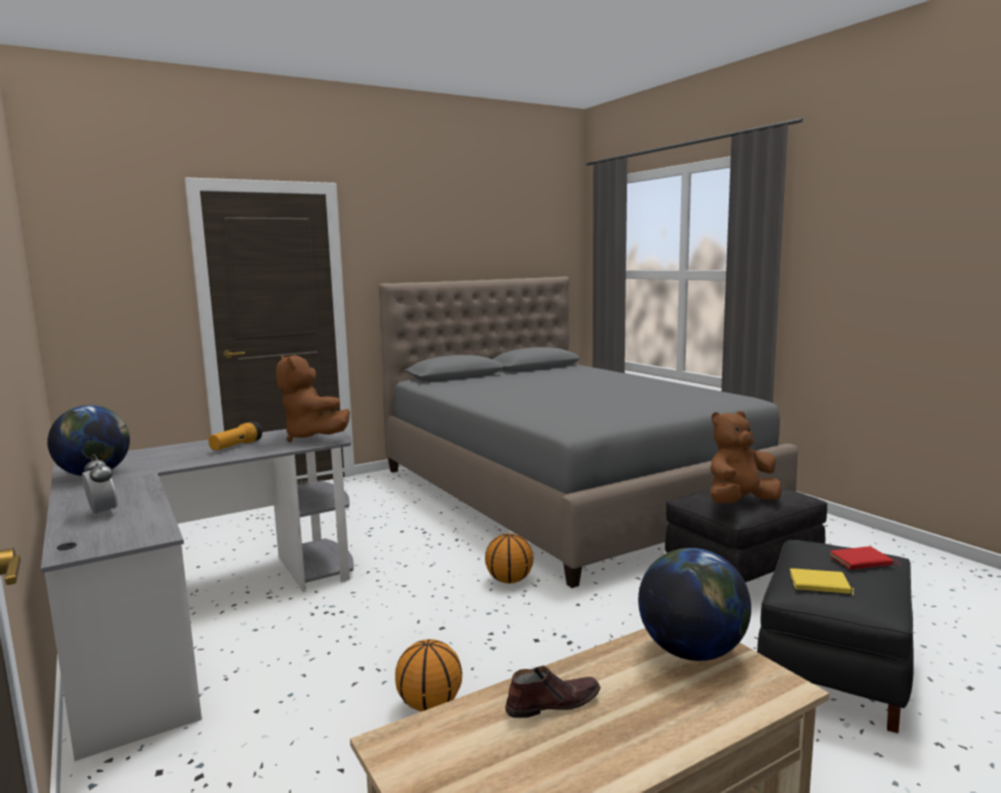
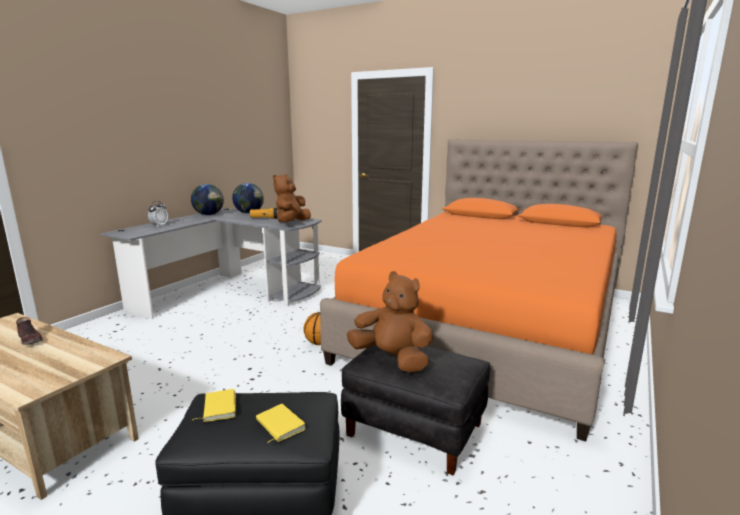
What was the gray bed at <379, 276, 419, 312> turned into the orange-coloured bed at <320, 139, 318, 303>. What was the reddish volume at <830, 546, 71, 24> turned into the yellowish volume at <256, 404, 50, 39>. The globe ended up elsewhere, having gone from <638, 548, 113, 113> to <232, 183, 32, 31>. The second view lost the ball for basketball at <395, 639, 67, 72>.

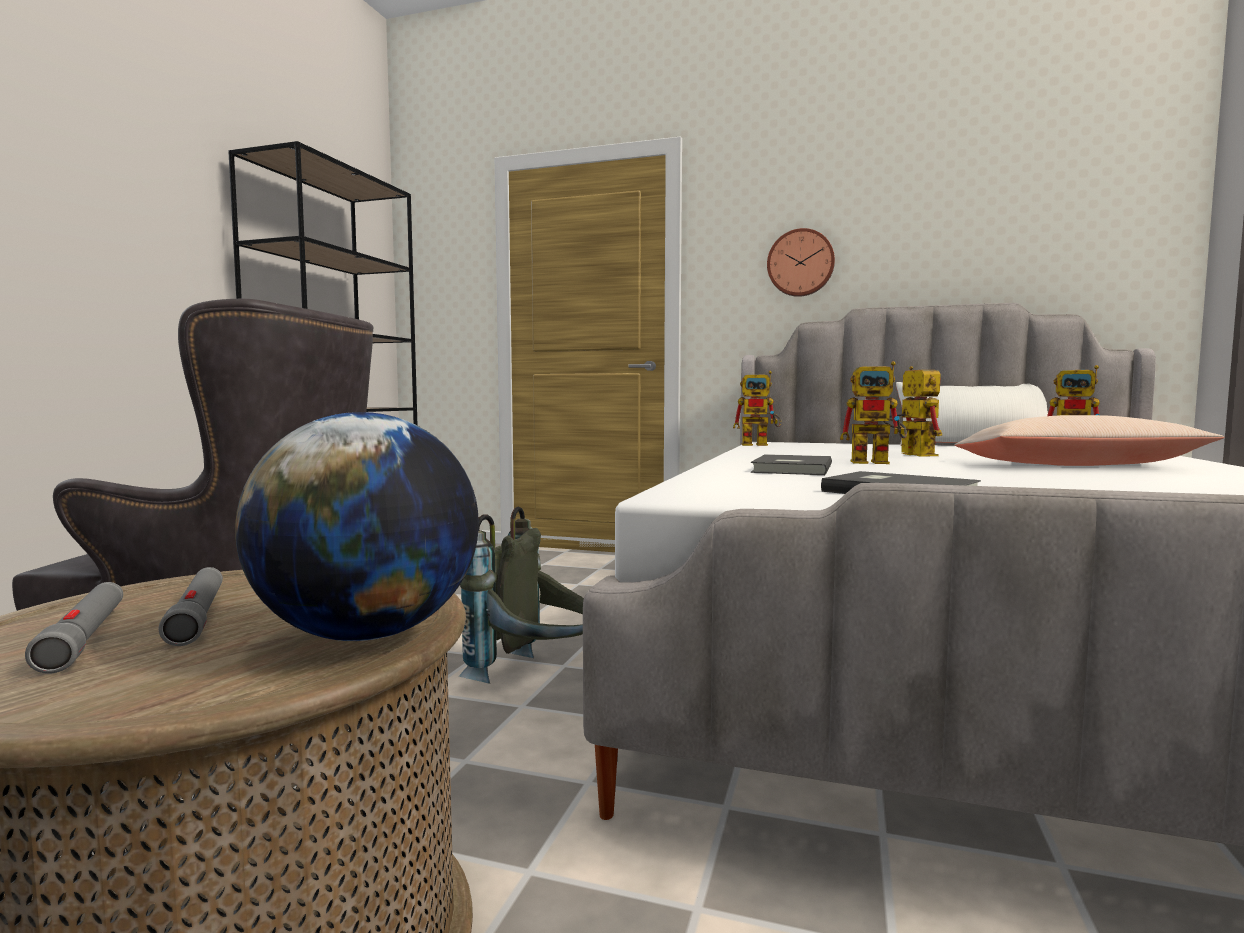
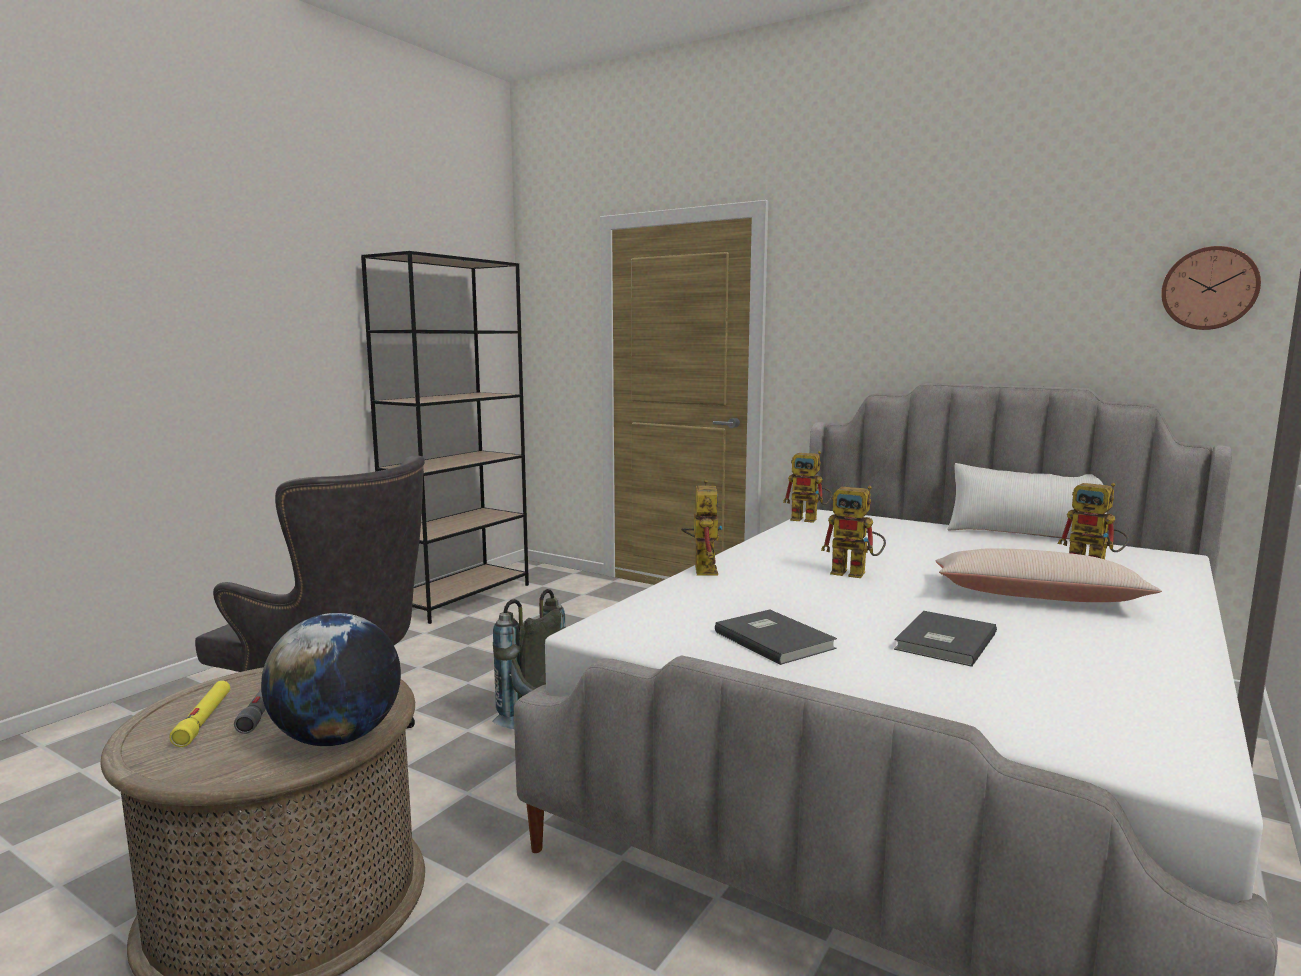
The wall clock ended up elsewhere, having gone from <767, 228, 68, 69> to <1161, 246, 100, 84>. The model robot ended up elsewhere, having gone from <883, 366, 59, 91> to <681, 480, 42, 96>. The gray volume ended up elsewhere, having gone from <751, 454, 81, 21> to <894, 611, 103, 56>. What was the gray hand torch at <25, 582, 98, 92> turned into the yellowish hand torch at <169, 681, 61, 66>.

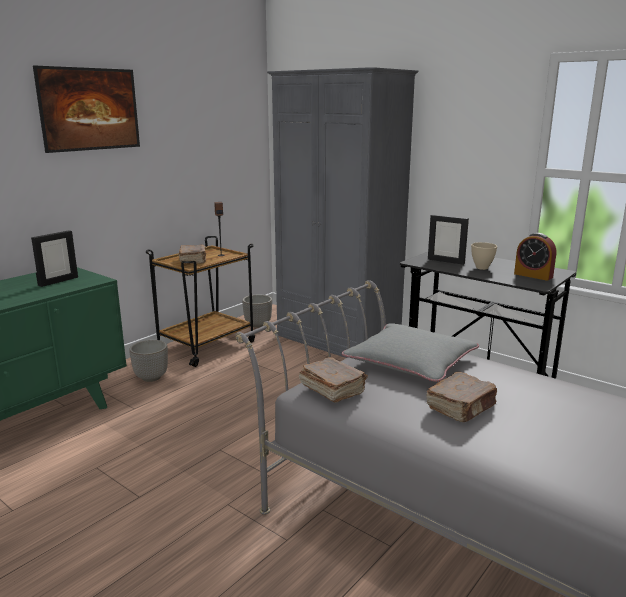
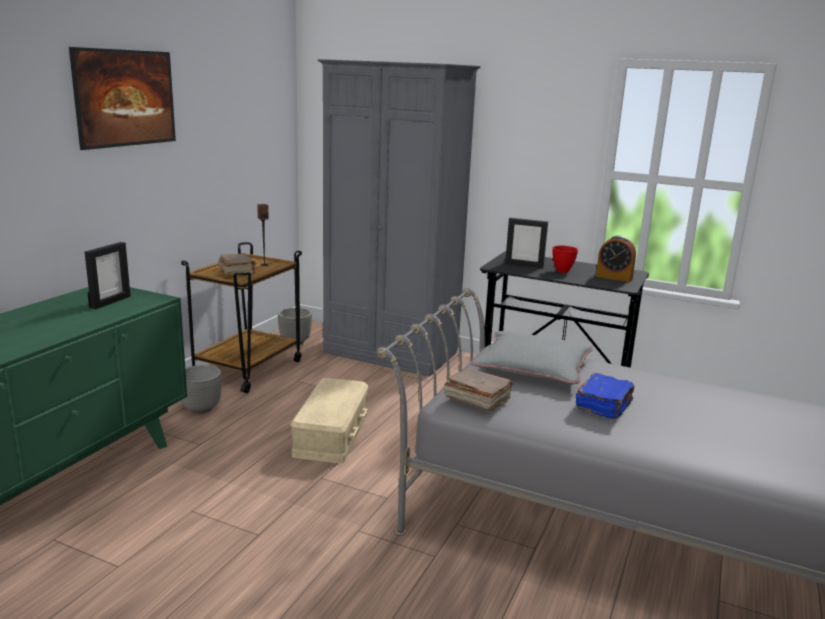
What was the sand-coloured deep dish at <471, 242, 26, 28> turned into the reddish deep dish at <552, 245, 26, 28>. What was the brownish volume at <426, 372, 71, 50> turned into the blue volume at <576, 373, 58, 46>. The second view gained the sand-coloured storage bin at <290, 378, 78, 85>.

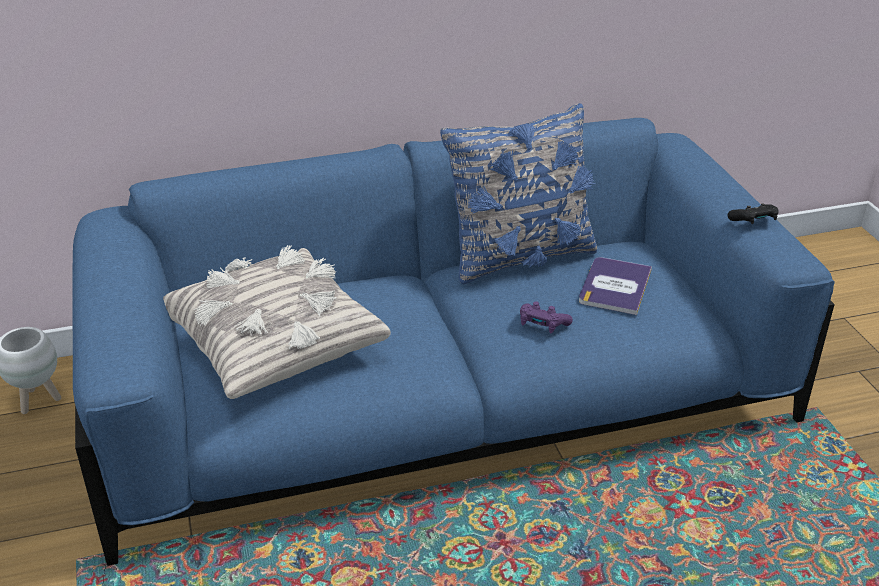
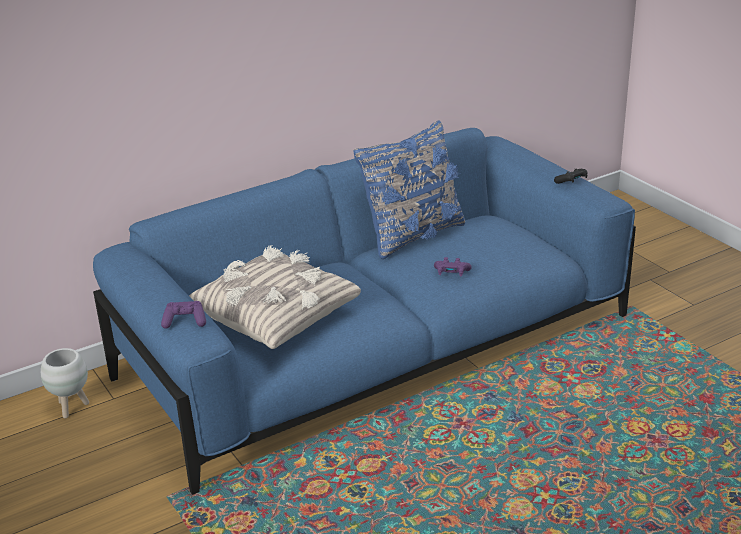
The second view lost the volume at <579, 257, 73, 58>. The second view gained the purple-coloured joypad at <161, 301, 45, 28>.

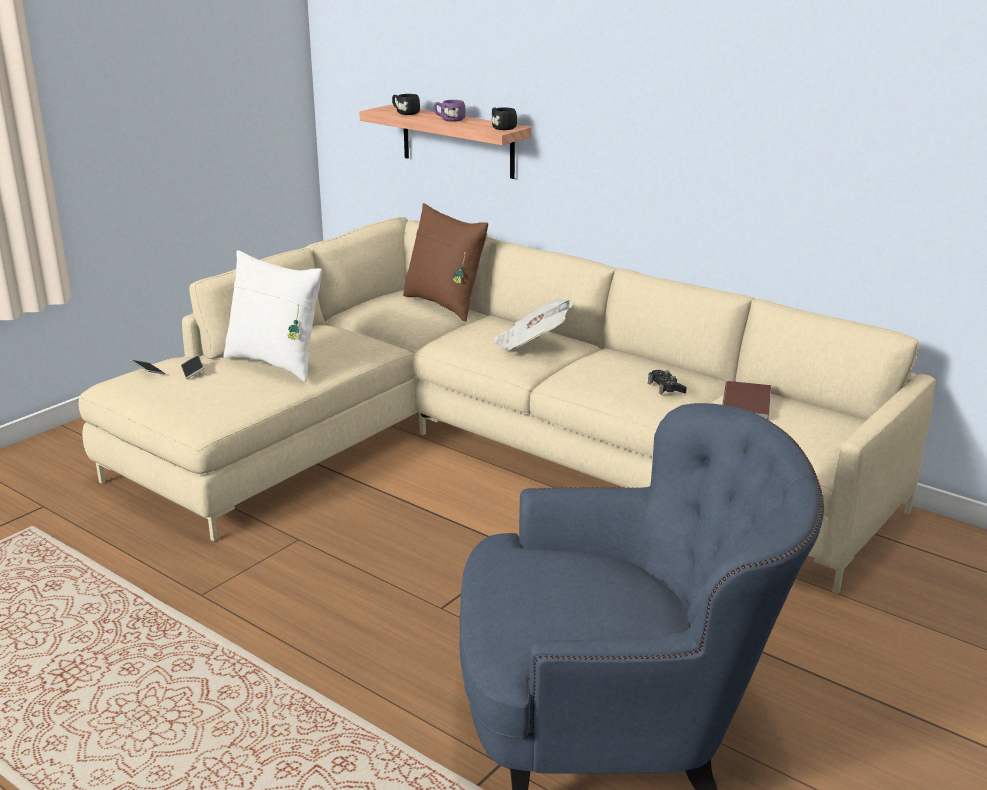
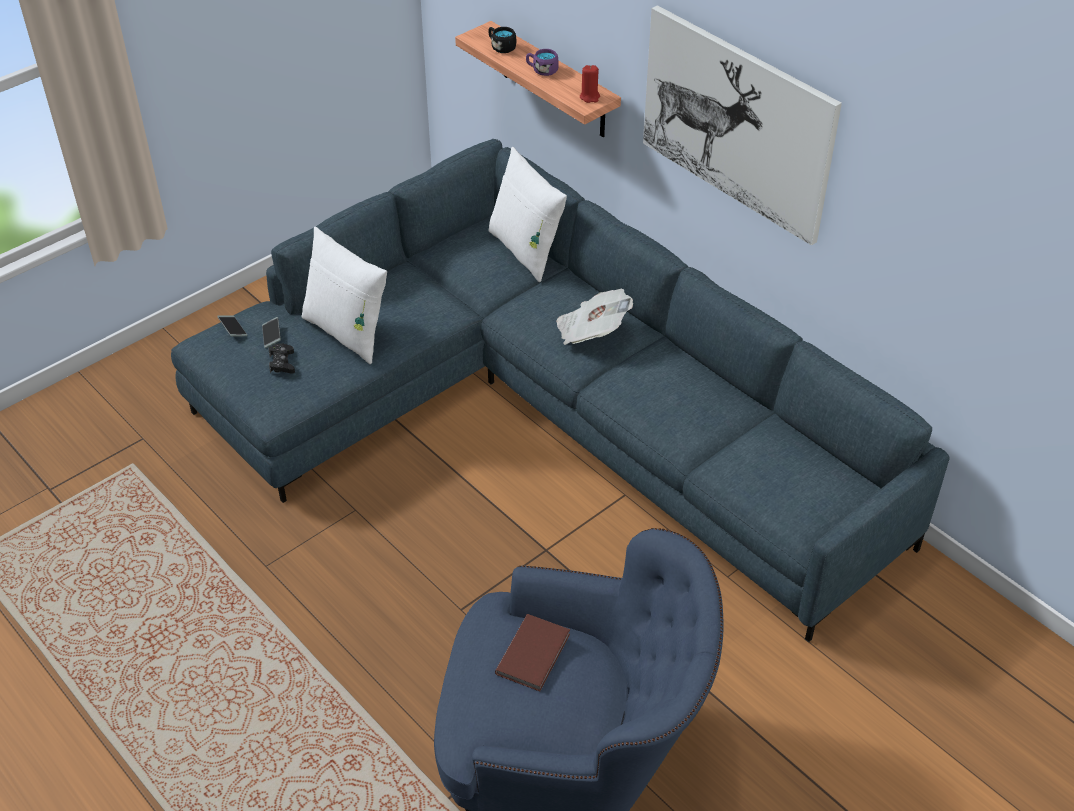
Where the black mug stood at <492, 107, 25, 23>, the reddish candle came to stand at <580, 65, 20, 38>. What was the brownish pillow at <403, 203, 85, 119> turned into the white-coloured pillow at <488, 147, 79, 135>. What was the sand-coloured sofa at <79, 217, 857, 377> turned into the blue sofa at <171, 139, 778, 504>. The black joypad ended up elsewhere, having gone from <648, 370, 39, 25> to <269, 343, 26, 30>. The brownish volume ended up elsewhere, having gone from <722, 381, 49, 39> to <495, 614, 75, 77>. The second view gained the picture at <643, 5, 199, 241>.

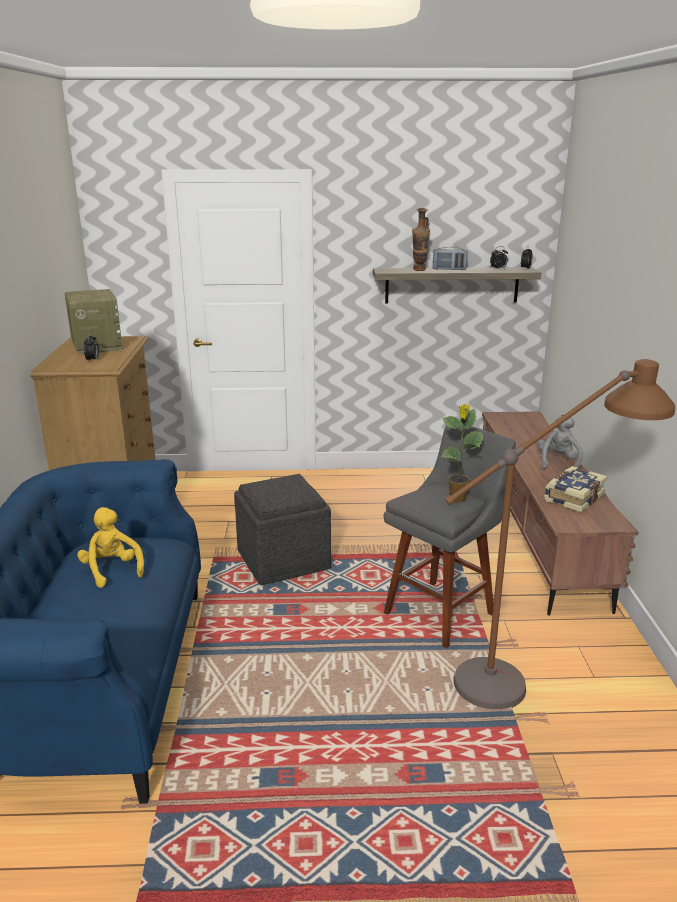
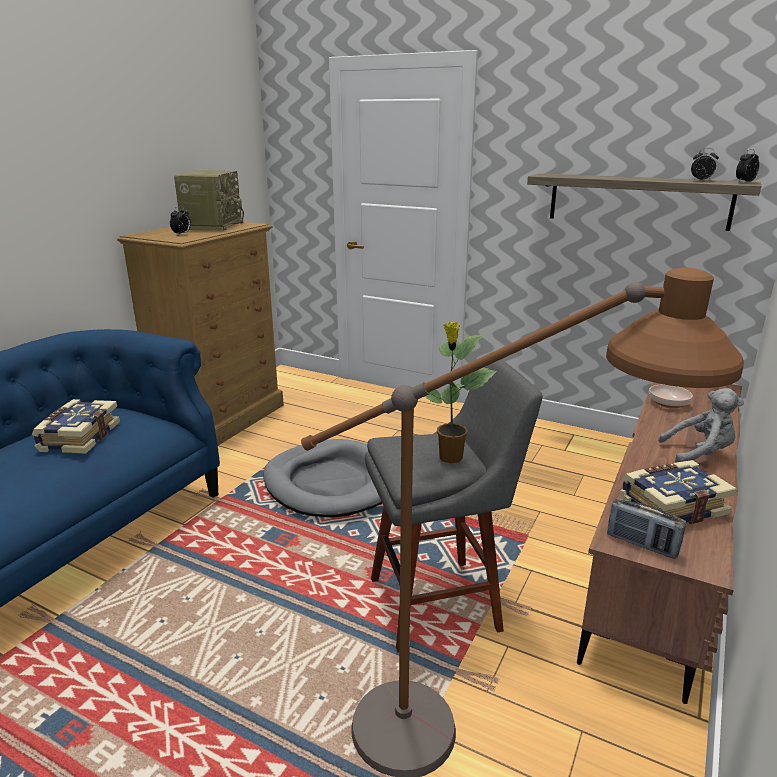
The second view lost the vase at <412, 208, 18, 63>. The radio receiver ended up elsewhere, having gone from <433, 247, 35, 23> to <607, 498, 79, 61>. The gray soft toy at <537, 414, 46, 55> ended up facing another way, 45 degrees clockwise from before. Where the gray ottoman stood at <234, 474, 97, 111>, the gray dog bed came to stand at <264, 439, 119, 78>. Where the yellowish soft toy stood at <77, 507, 67, 81>, the volume came to stand at <32, 399, 88, 55>. The second view gained the deep dish at <649, 384, 44, 25>.

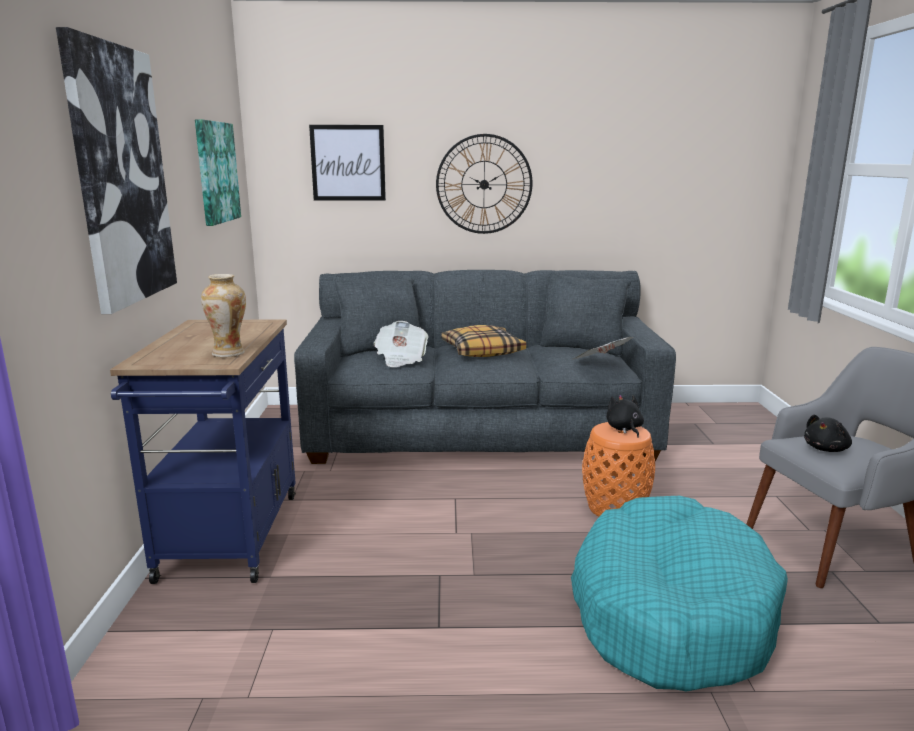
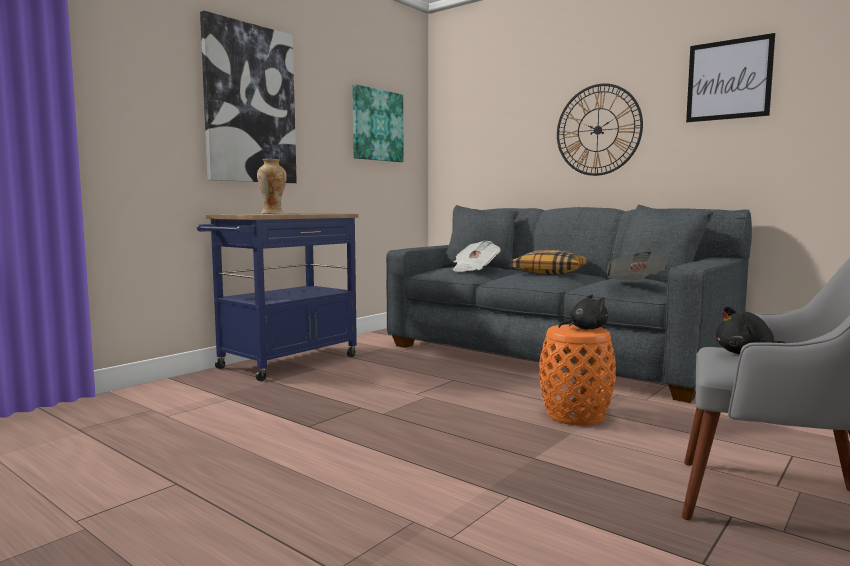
The picture ended up elsewhere, having gone from <309, 125, 77, 76> to <686, 33, 89, 89>. The black soft toy at <606, 395, 38, 43> ended up facing another way, 45 degrees clockwise from before. The second view lost the turquoise-coloured dog bed at <571, 496, 217, 196>.

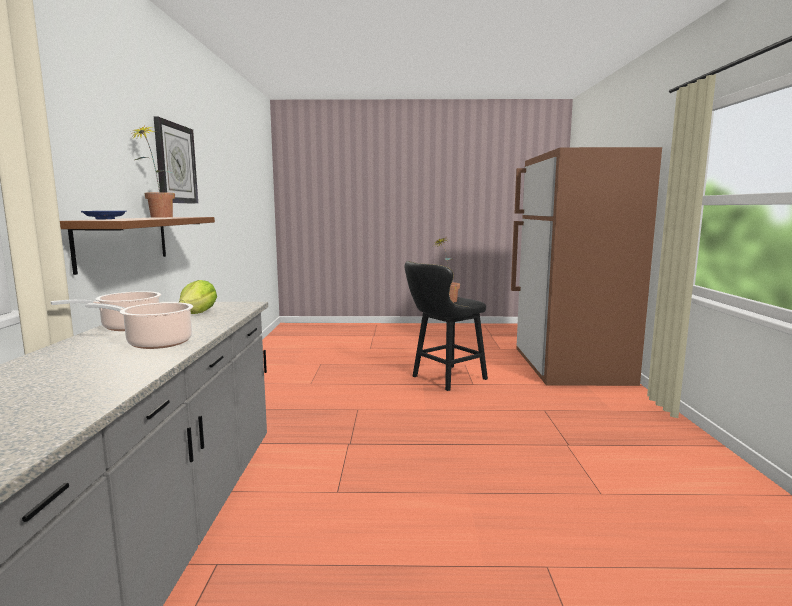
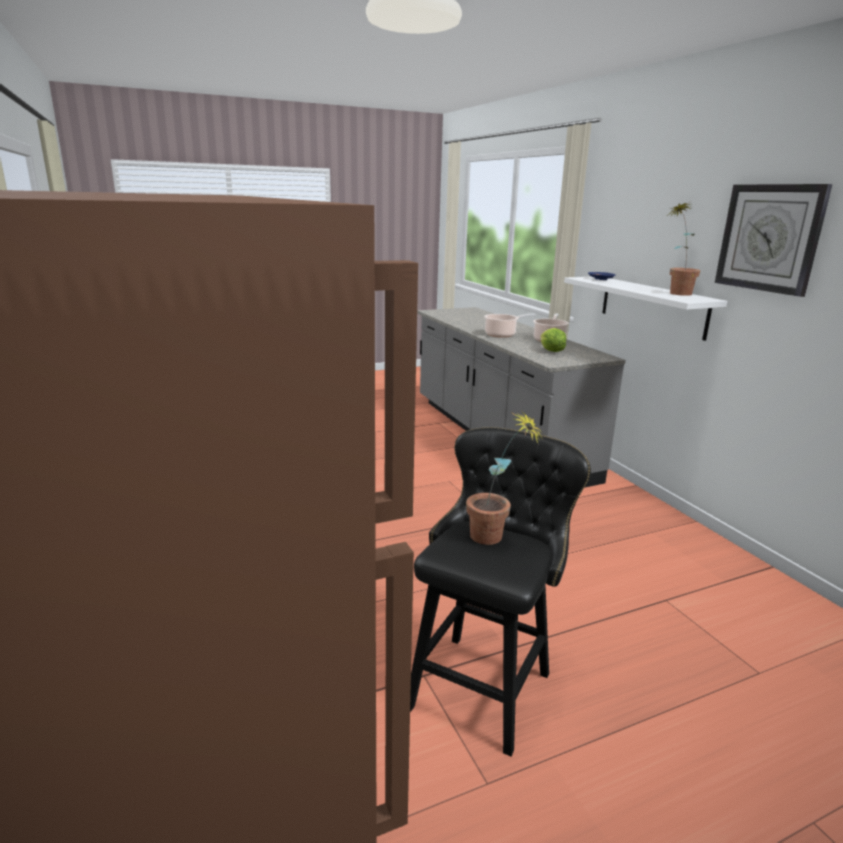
What was the brownish bracket shelf at <60, 217, 155, 58> turned into the white-coloured bracket shelf at <564, 277, 163, 64>.

